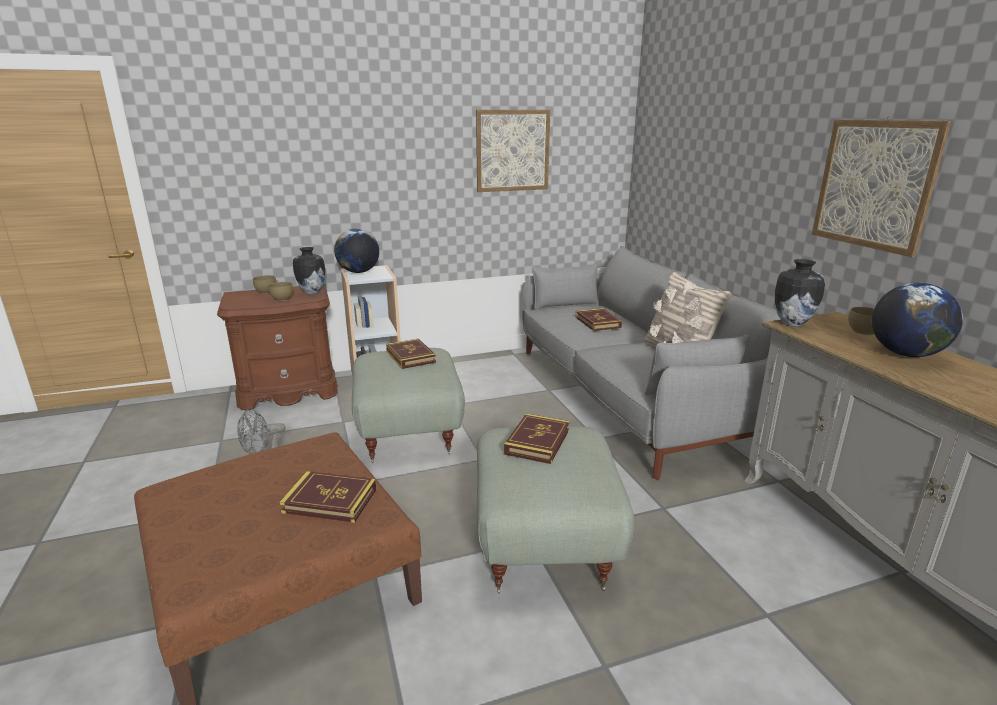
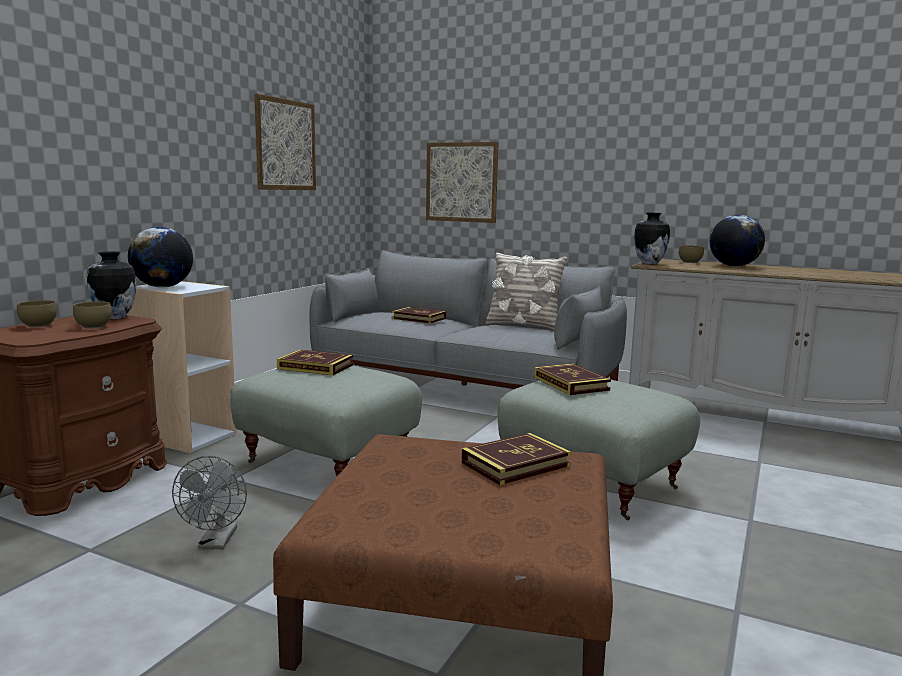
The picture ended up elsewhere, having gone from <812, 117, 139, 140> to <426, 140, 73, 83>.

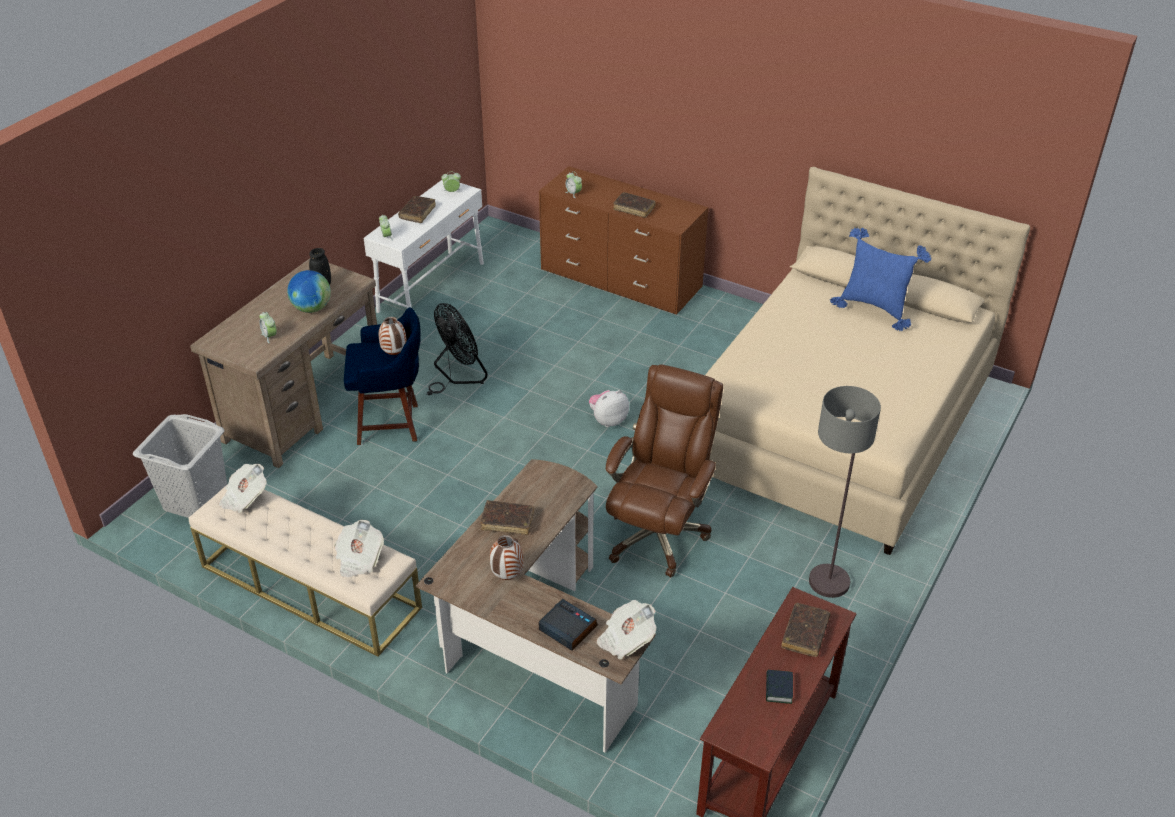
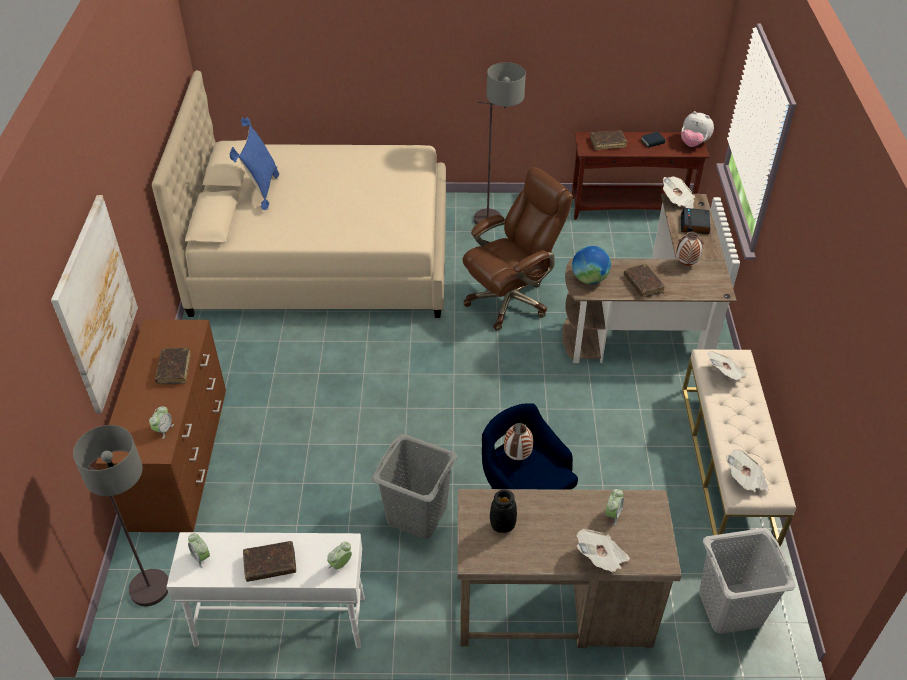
The globe ended up elsewhere, having gone from <287, 270, 44, 43> to <572, 246, 39, 38>. Where the black fan stood at <426, 303, 62, 92>, the gray hamper came to stand at <372, 434, 85, 105>. The brownish office chair at <606, 365, 117, 213> ended up facing another way, 150 degrees clockwise from before. The soft toy ended up elsewhere, having gone from <589, 390, 40, 37> to <681, 111, 33, 36>. The second view gained the picture at <51, 195, 87, 219>. The second view gained the gray floor lamp at <73, 425, 95, 181>. The second view gained the daily paper at <577, 529, 53, 43>.

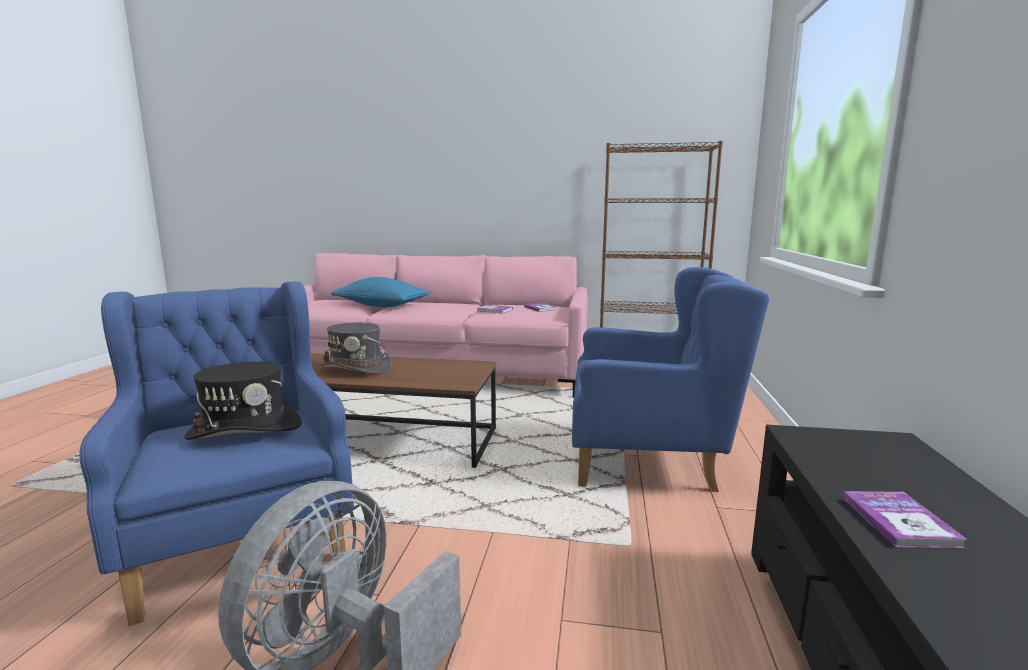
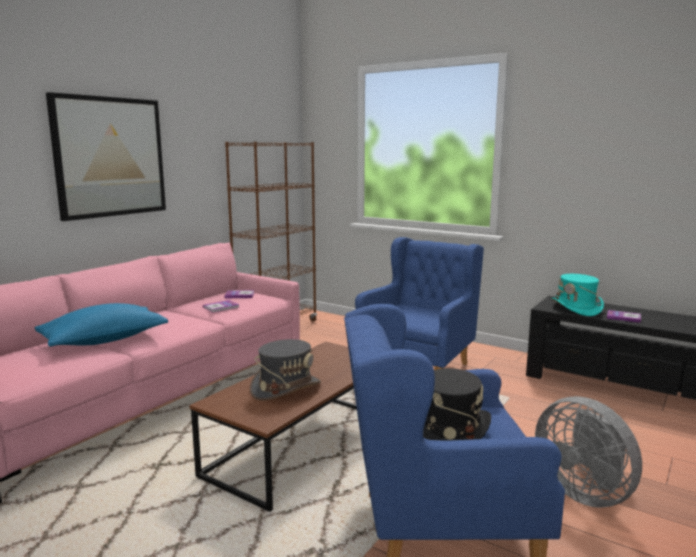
The second view gained the picture at <46, 92, 120, 129>. The second view gained the turquoise-coloured clothing hat at <552, 274, 52, 42>.

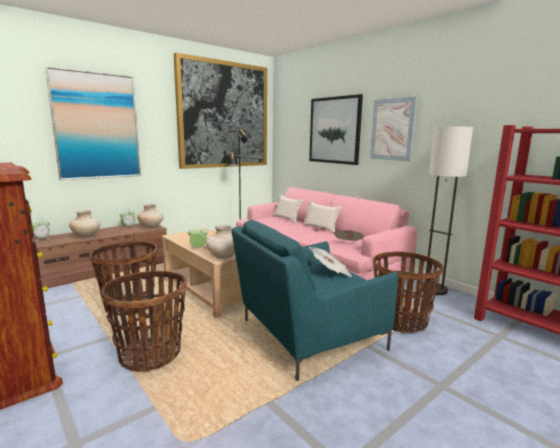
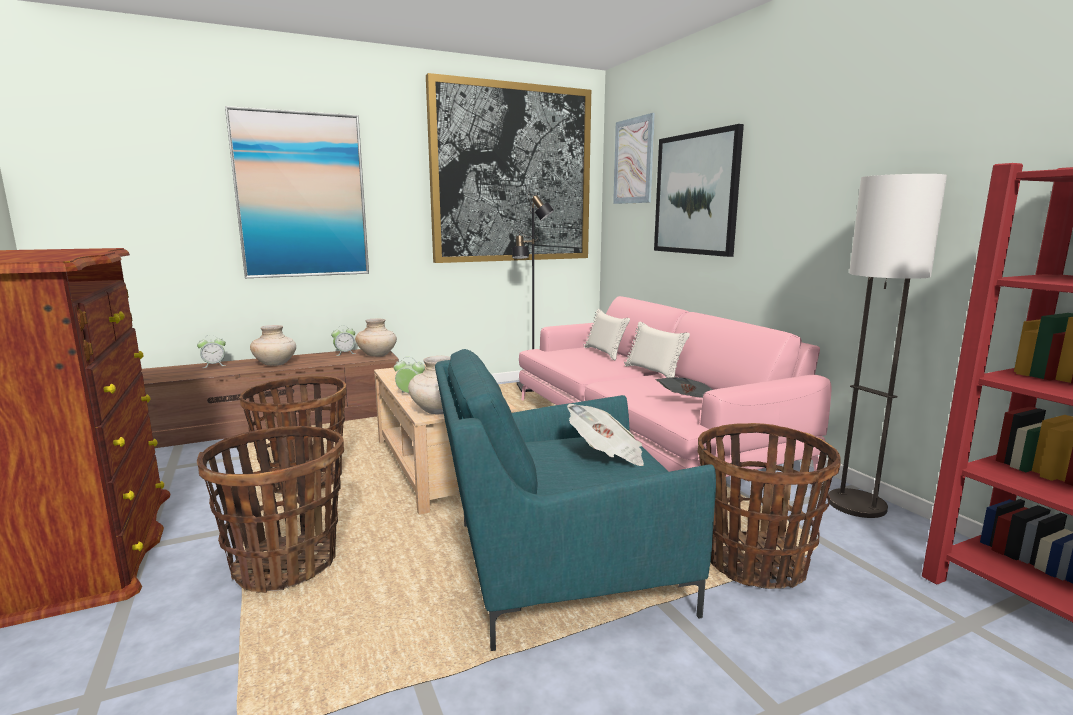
The picture ended up elsewhere, having gone from <370, 97, 47, 64> to <613, 113, 42, 91>.

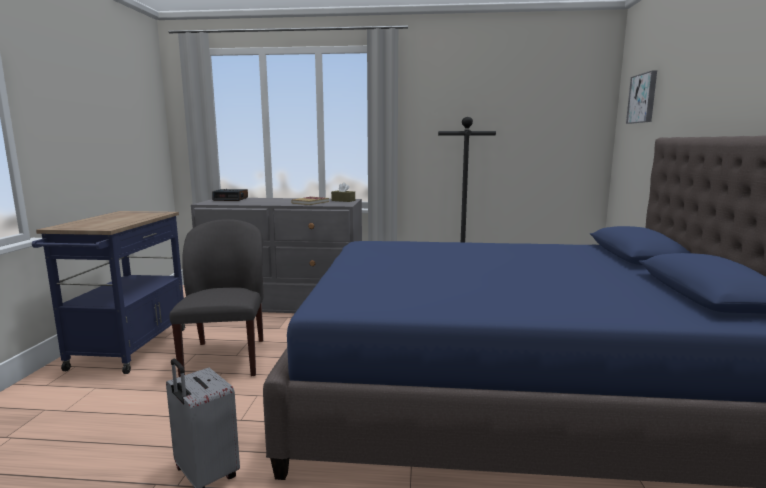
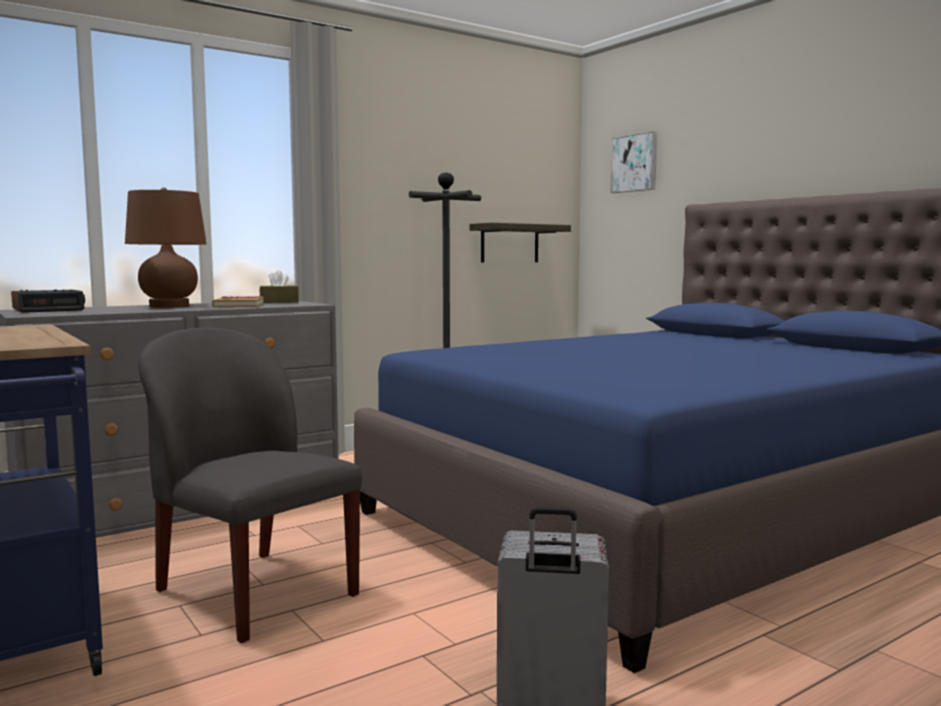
The second view gained the brownish lamp for a table at <125, 188, 82, 120>. The second view gained the bracket shelf at <470, 223, 101, 40>.

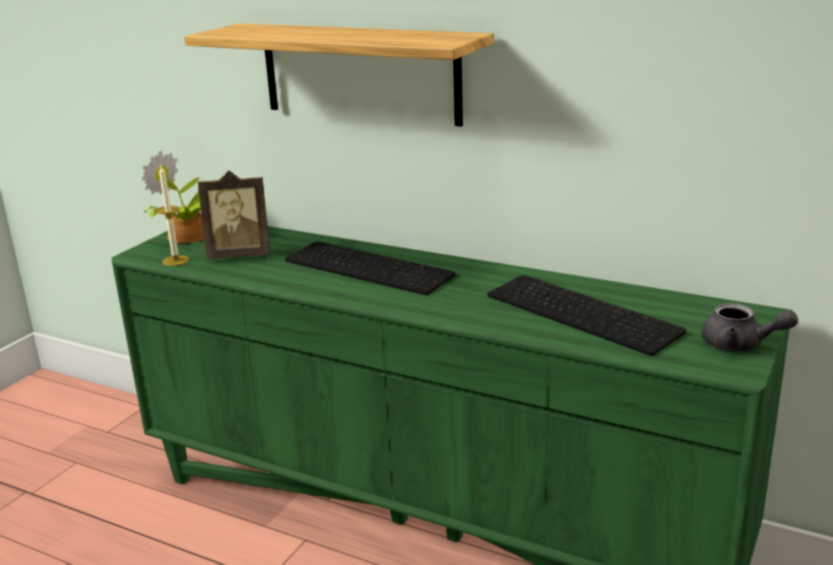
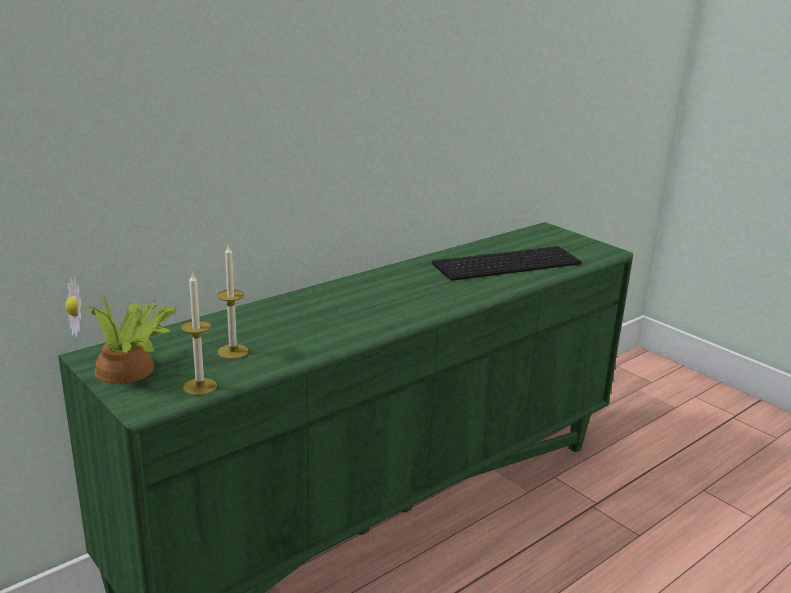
The second view lost the bracket shelf at <184, 23, 310, 104>. Where the picture frame stood at <198, 171, 72, 88>, the candle came to stand at <217, 246, 32, 113>. The second view lost the computer keyboard at <285, 241, 171, 54>. The second view lost the gray pot for tea at <702, 303, 96, 48>.

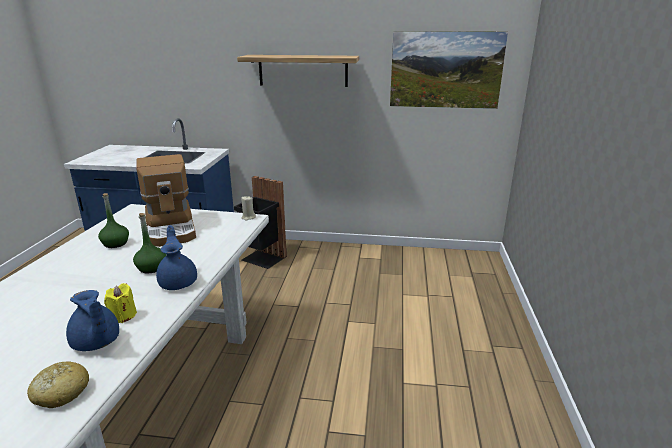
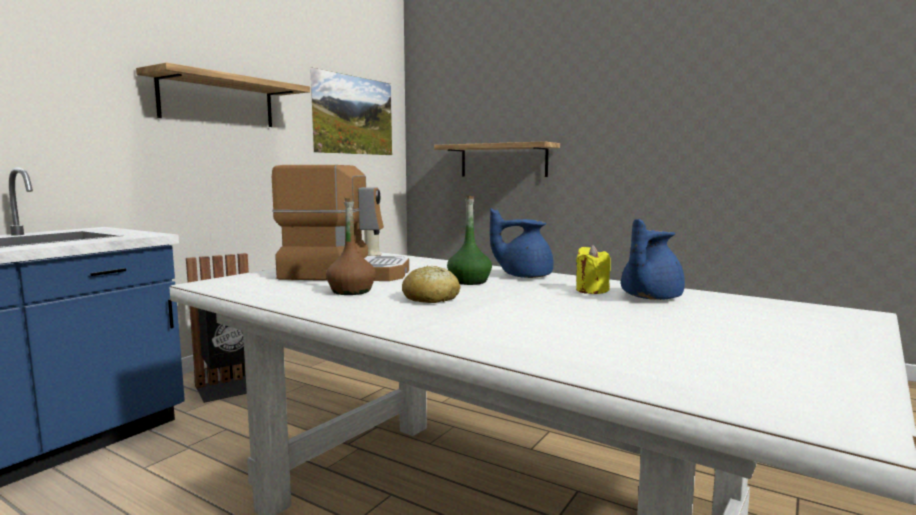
What was the greenish bottle at <98, 193, 31, 55> turned into the brownish bottle at <326, 198, 50, 97>. The blue pot for tea at <66, 290, 53, 61> ended up facing another way, 150 degrees clockwise from before. The bread ended up elsewhere, having gone from <27, 362, 62, 46> to <402, 265, 59, 38>. The second view gained the bracket shelf at <434, 141, 126, 36>.

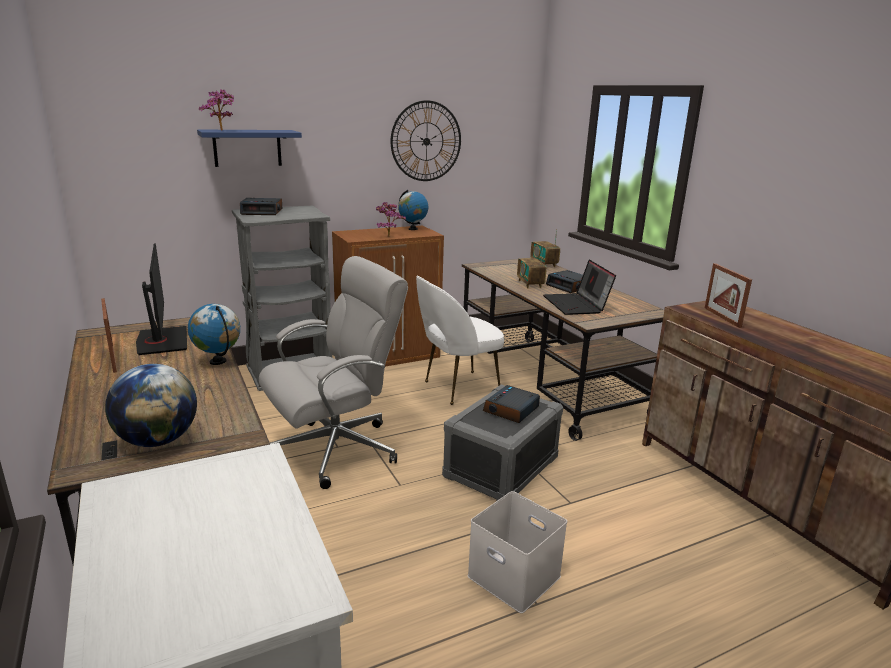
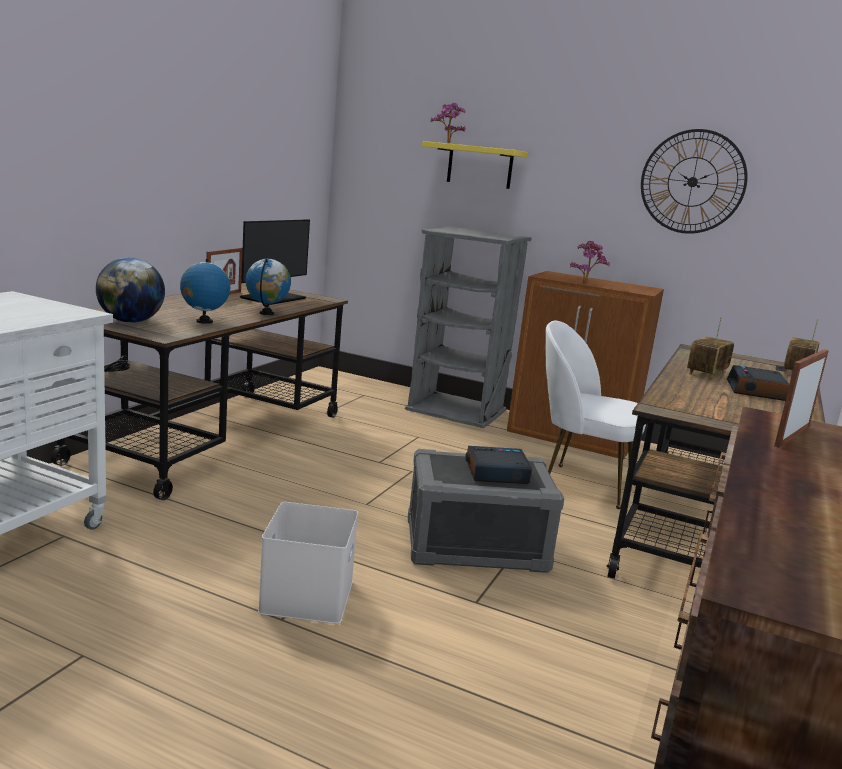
What was the blue bracket shelf at <197, 130, 105, 37> turned into the yellowish bracket shelf at <422, 141, 106, 48>. The globe ended up elsewhere, having gone from <398, 190, 31, 40> to <180, 259, 50, 65>. The second view lost the alarm clock at <240, 198, 42, 17>. The second view lost the gray office chair at <259, 256, 149, 233>. The second view lost the notebook computer at <543, 259, 73, 56>.

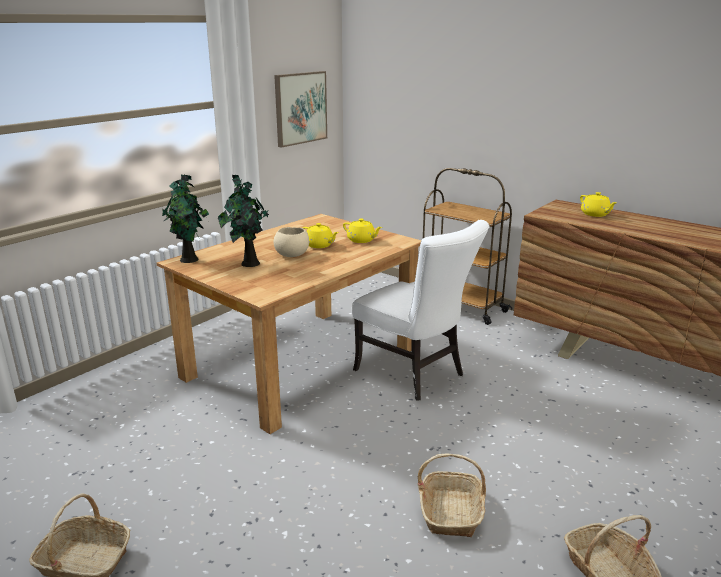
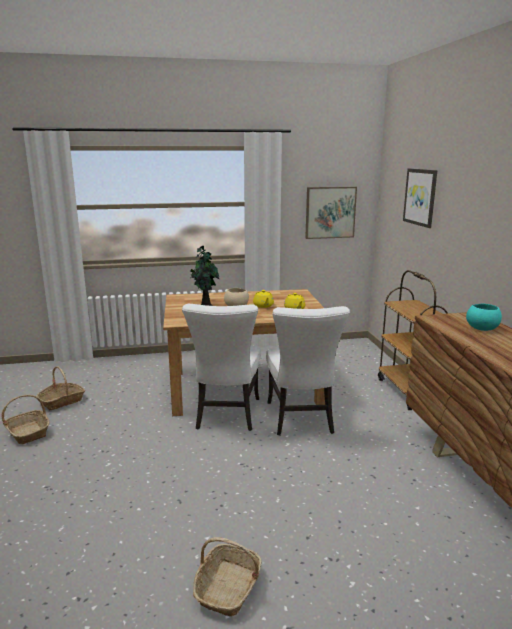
The second view lost the plant in a pot at <162, 175, 47, 88>. Where the yellowish pot for tea stood at <580, 192, 37, 25>, the turquoise-coloured deep dish came to stand at <466, 303, 36, 28>. The basket ended up elsewhere, having gone from <418, 454, 68, 83> to <36, 366, 49, 44>. The second view gained the picture at <403, 168, 34, 60>. The second view gained the white-coloured plain chair at <182, 304, 79, 127>.

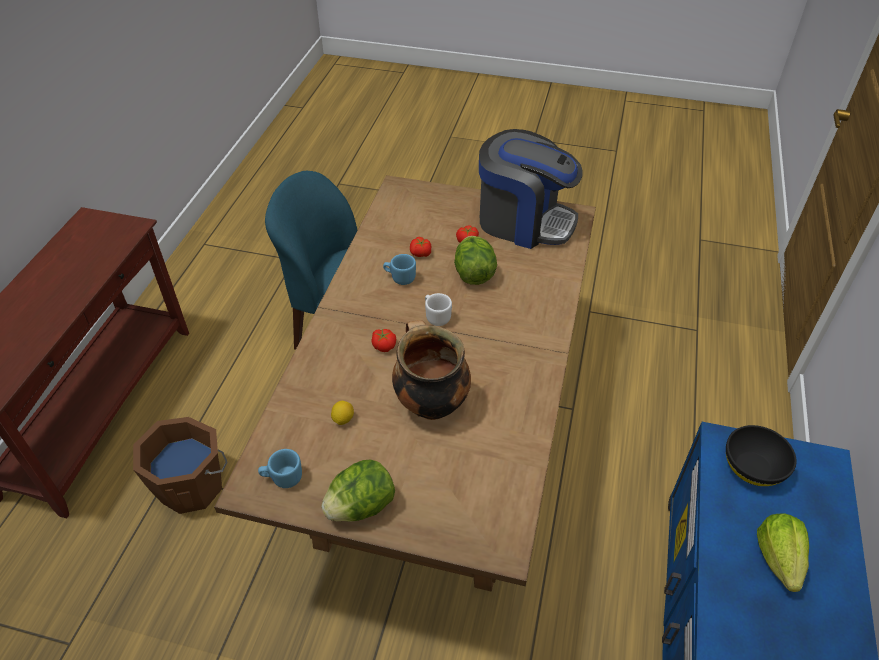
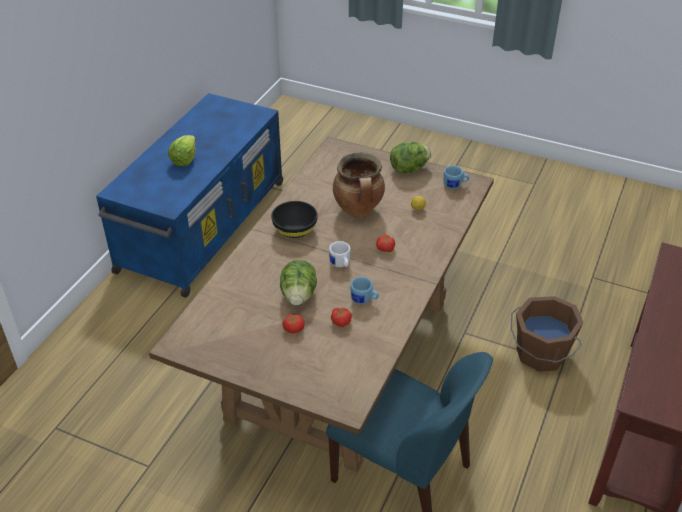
The second view lost the coffee machine at <479, 129, 104, 120>. The black deep dish ended up elsewhere, having gone from <726, 425, 71, 61> to <271, 201, 47, 37>.

